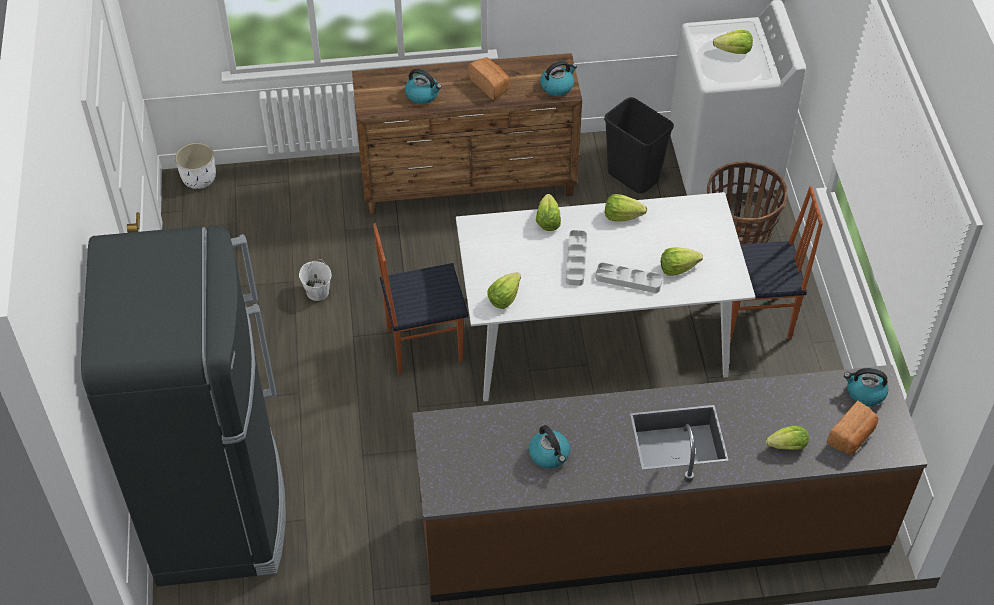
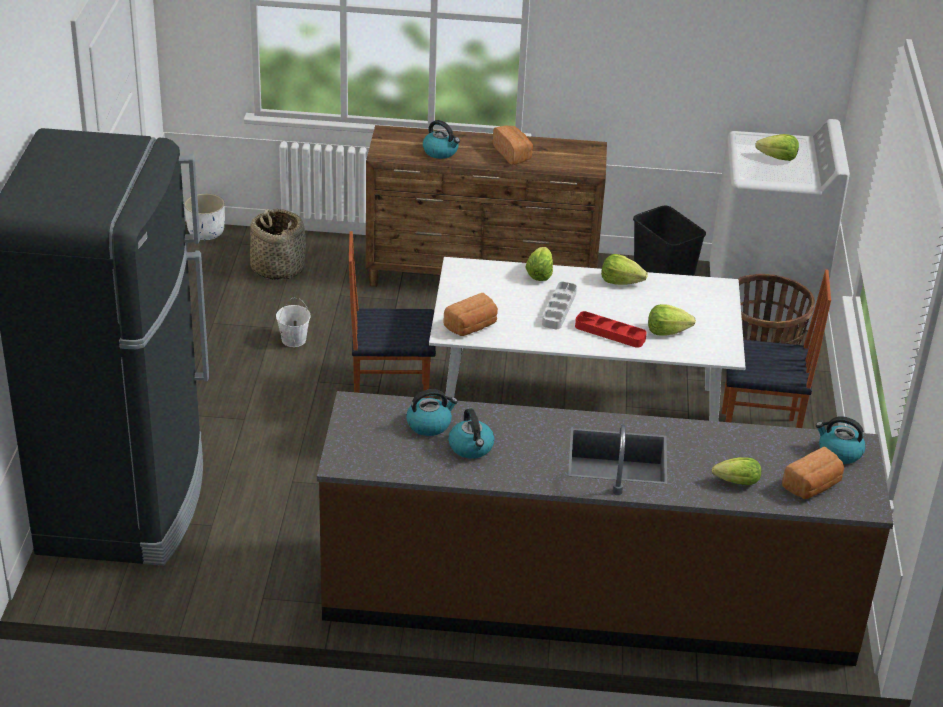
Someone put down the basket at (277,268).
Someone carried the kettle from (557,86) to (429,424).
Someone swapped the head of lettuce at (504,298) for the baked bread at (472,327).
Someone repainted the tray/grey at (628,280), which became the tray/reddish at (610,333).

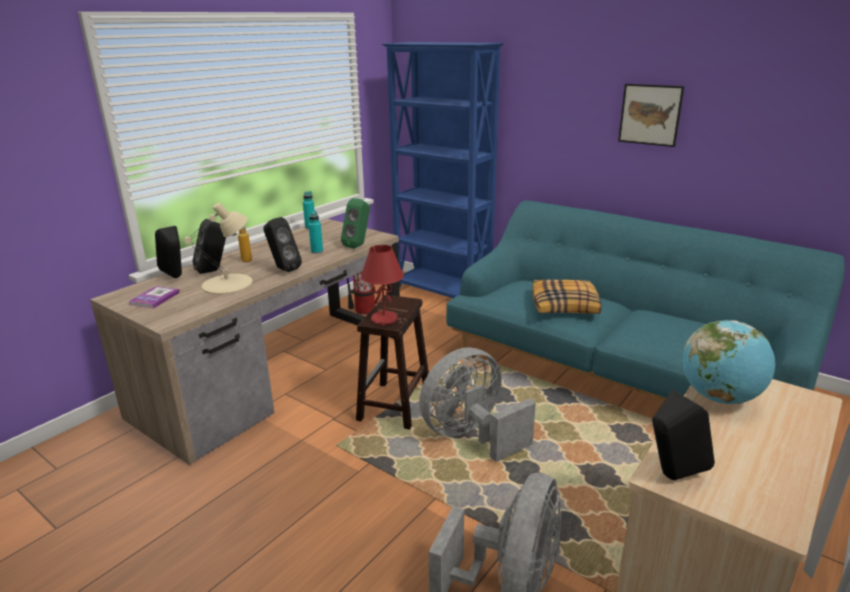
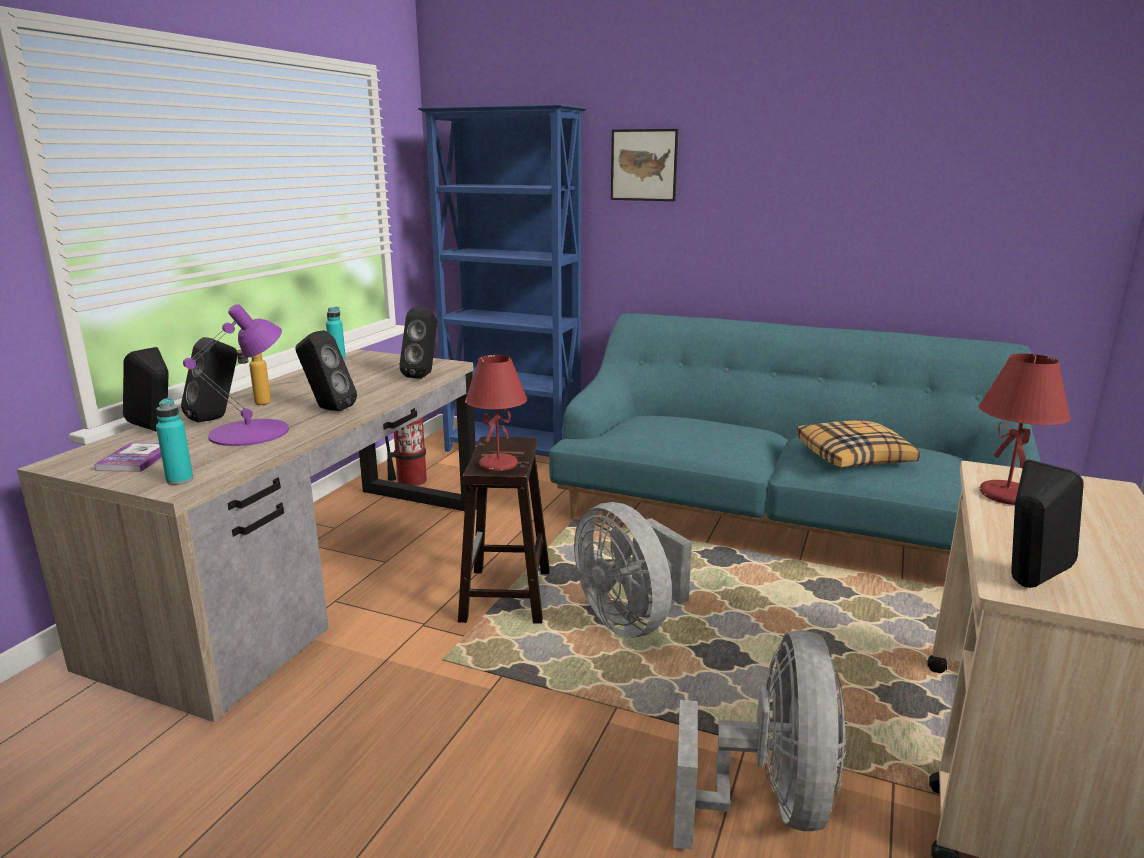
Someone carried the beverage bottle/turquoise from (317,251) to (180,480).
Someone repainted the lamp for a table/beige-coloured at (228,284), which became the lamp for a table/purple at (251,432).
Someone repainted the speaker/green-coloured at (358,245), which became the speaker/blackish at (424,376).
Someone rotated the electric fan/grey at (471,435) by 75 degrees counterclockwise.
Someone carried the picture from (650,114) to (644,165).
Someone carried the pillow from (565,305) to (854,457).
Someone swapped the globe at (719,397) for the lamp for a table/reddish at (1007,496).

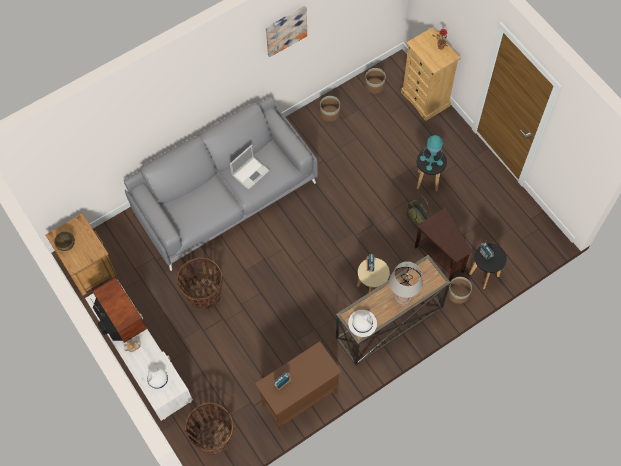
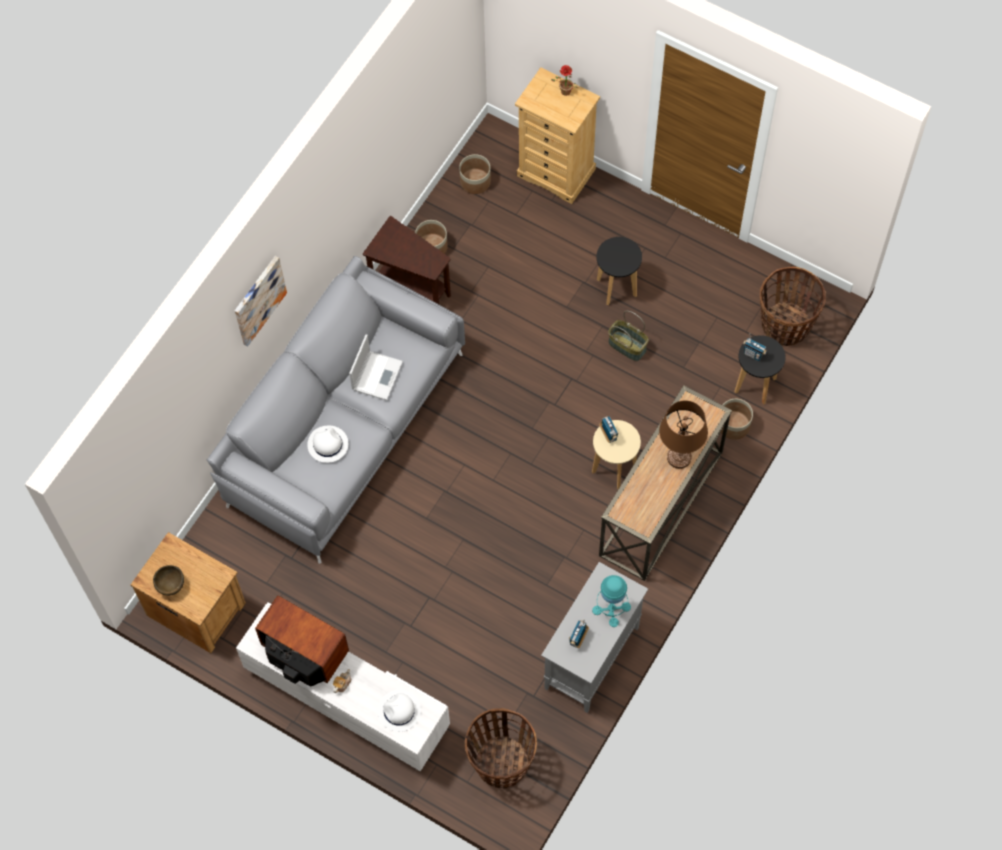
Someone carried the picture from (285,30) to (258,300).
Someone carried the wearable hat/white from (362,323) to (327,444).
Someone carried the accent table/brown-coloured from (440,255) to (409,287).
Someone repainted the cupboard/brown-coloured at (299,399), which became the cupboard/grey at (591,659).
Someone carried the lamp for a table/turquoise from (431,160) to (611,608).
Someone repainted the lamp for a table/grey at (402,298), which became the lamp for a table/brown-coloured at (679,457).
Someone carried the basket from (204,295) to (785,325).

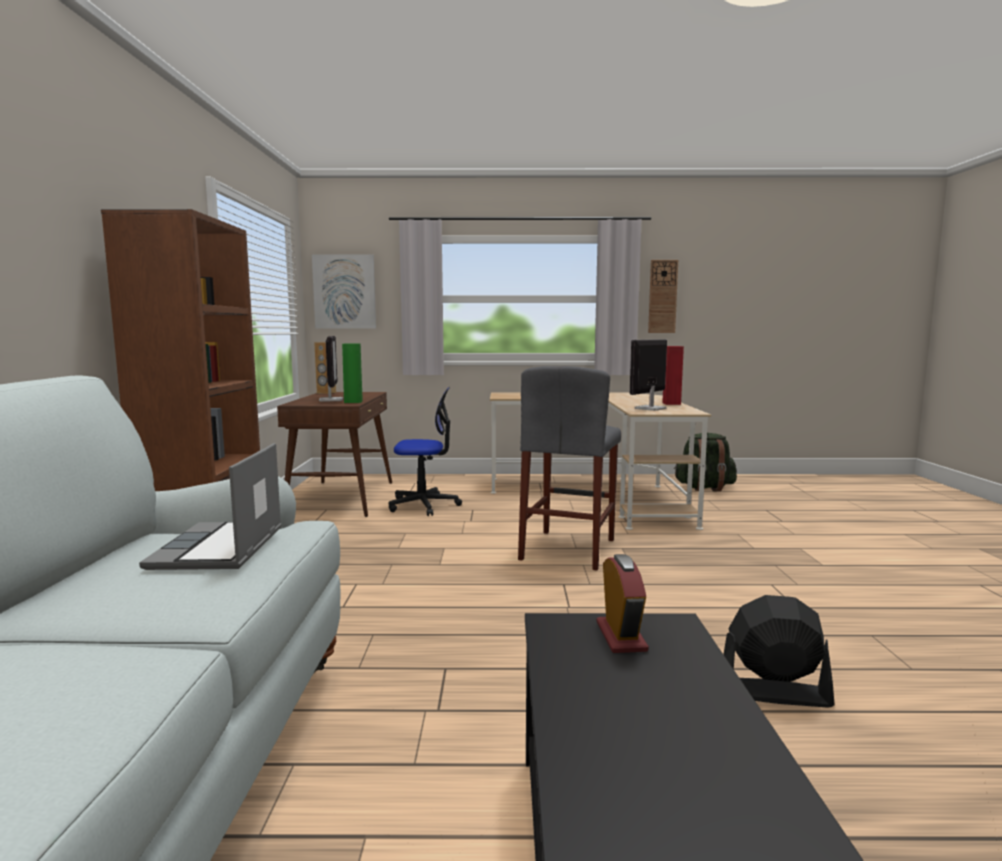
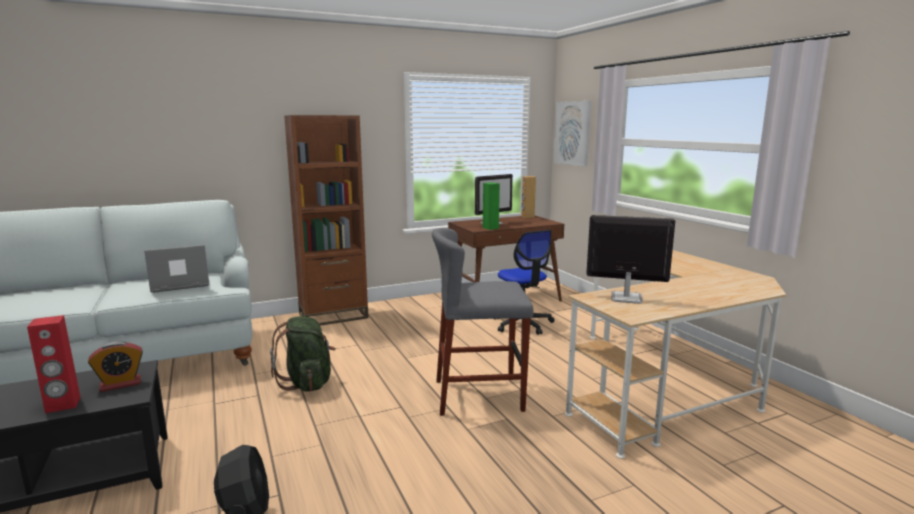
Someone carried the speaker/reddish from (671,403) to (63,405).
Someone carried the knapsack/green-coloured from (704,488) to (307,383).
Someone took away the hanging clock at (662,296).

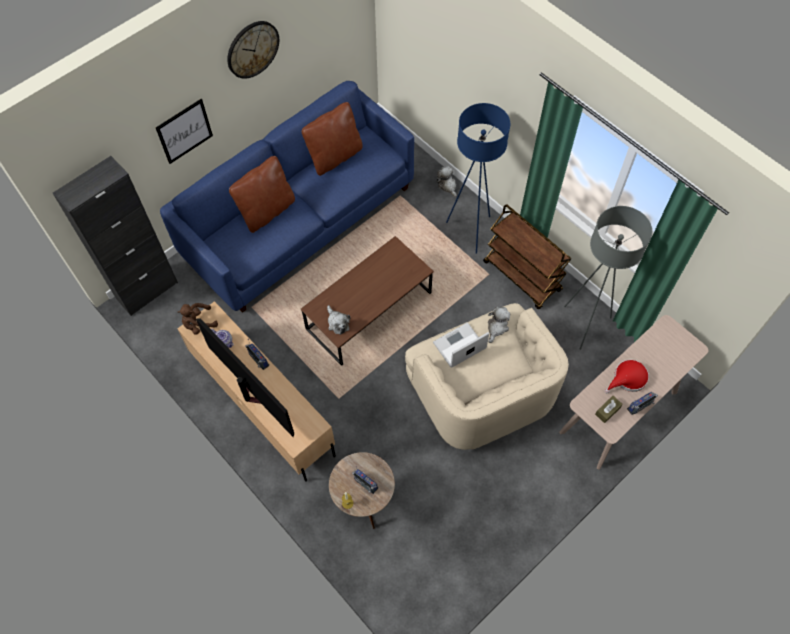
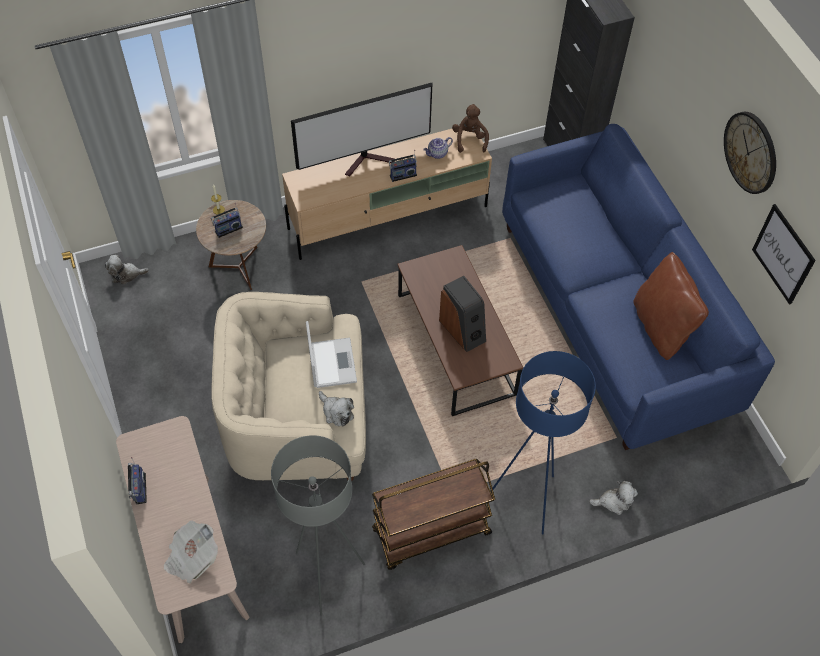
Someone carried the soft toy from (337,323) to (126,274).
Someone put down the newspaper at (192,557).
Someone put down the speaker at (463,329).
Someone carried the picture from (184,131) to (783,254).
Someone took away the pillow/brown-coloured at (267,211).
Someone took away the box of tissues/brown-coloured at (607,411).
Someone took away the wearable hat/reddish at (628,379).

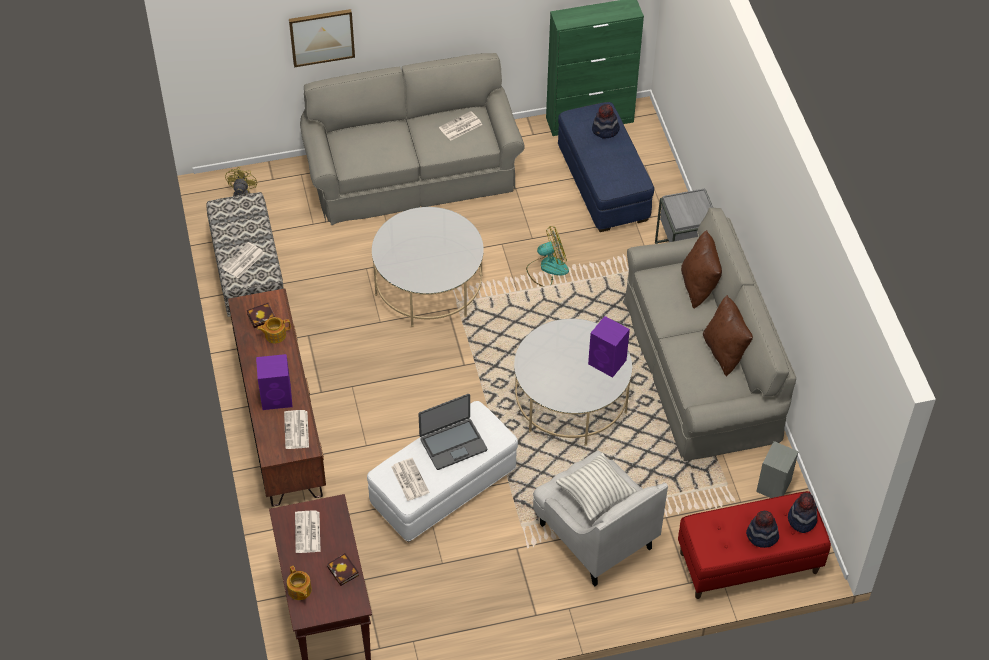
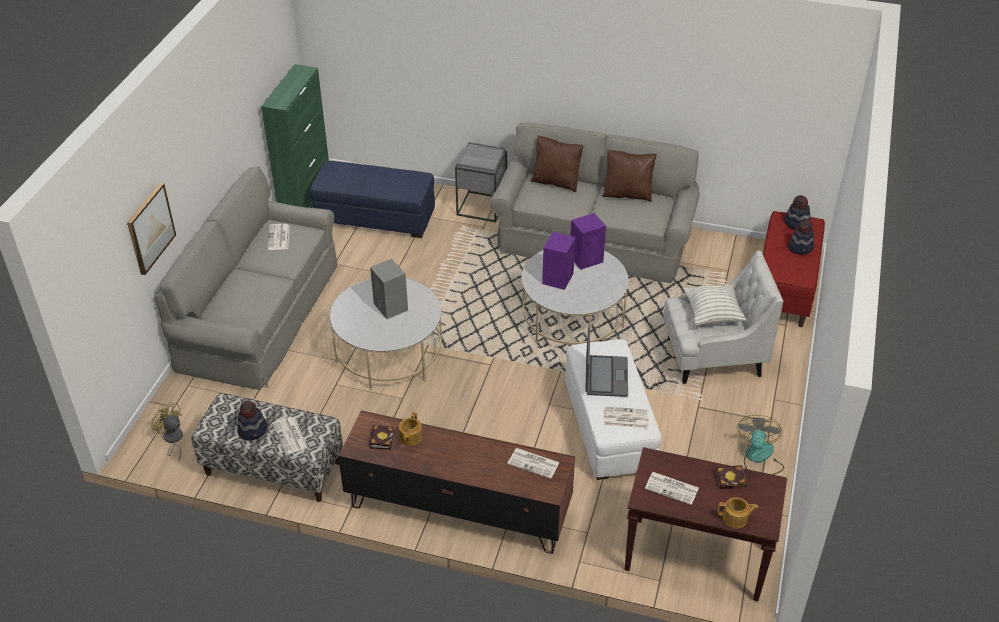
Someone carried the wearable hat from (605,130) to (253,430).
Someone carried the speaker/grey from (773,486) to (391,307).
Someone carried the speaker/purple from (277,397) to (558,278).
Someone carried the electric fan from (547,268) to (759,458).

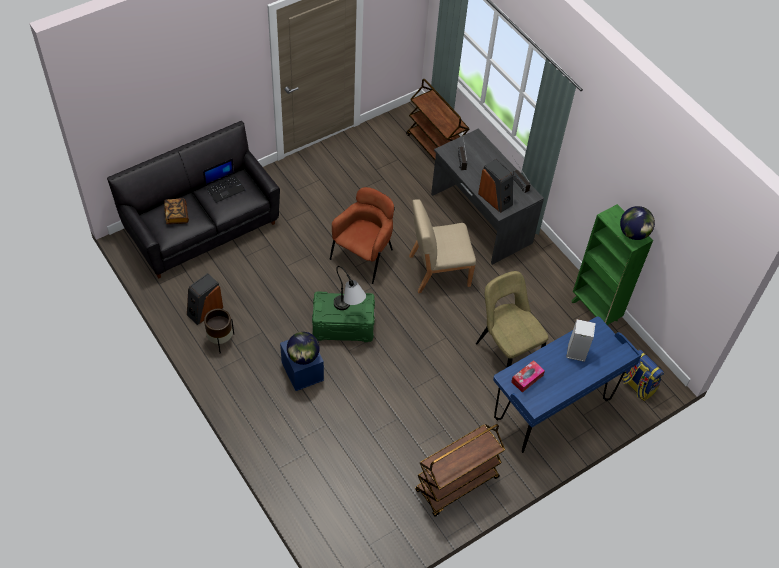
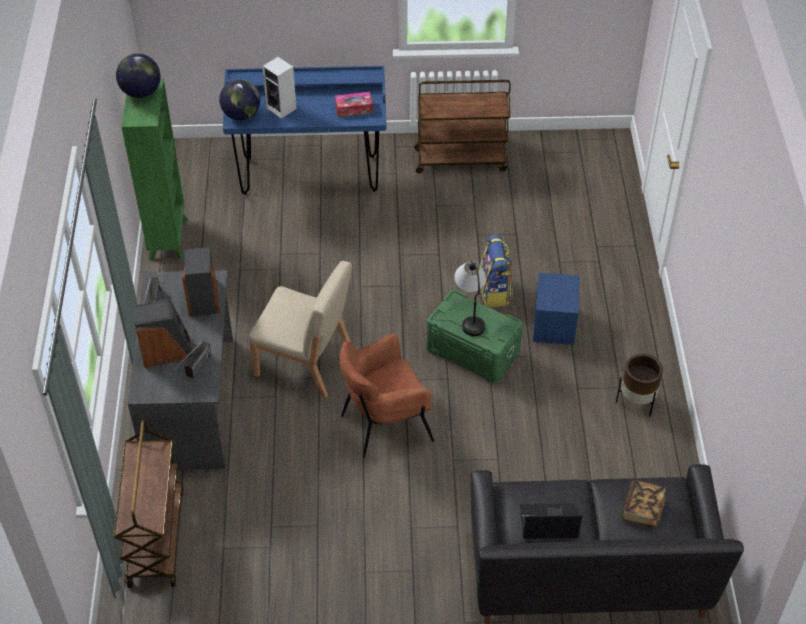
Someone carried the speaker from (204,310) to (166,351).
Someone carried the globe from (303,356) to (241,115).
Someone carried the knapsack from (637,386) to (495,291).
Someone took away the upright chair/beige-coloured at (506,353).

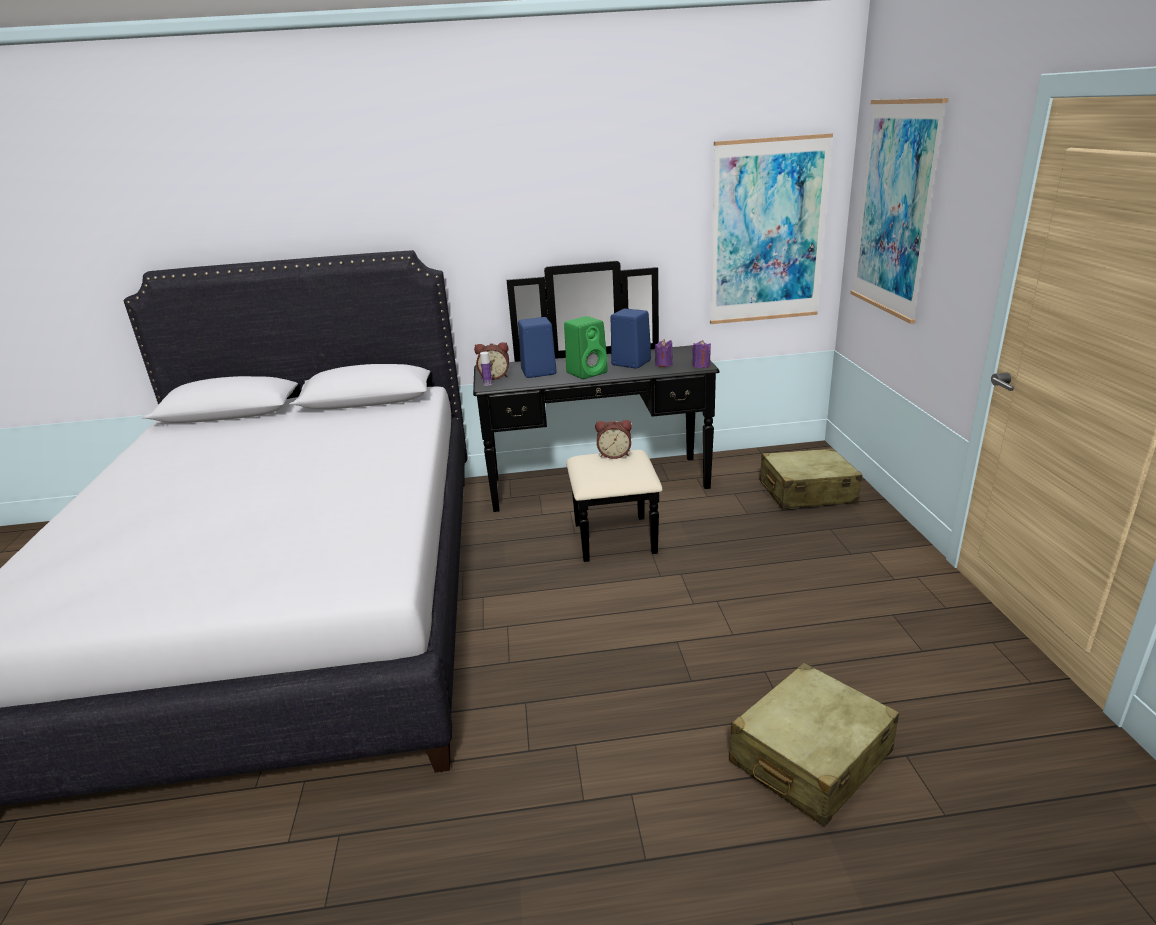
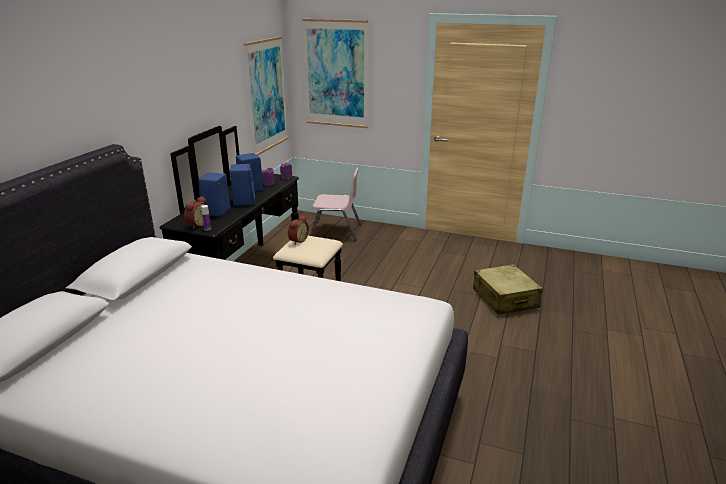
Someone repainted the speaker/green-coloured at (587,372), which became the speaker/blue-coloured at (244,201).
Someone swapped the suitcase/beige-coloured at (806,492) for the upright chair/pink at (335,231).

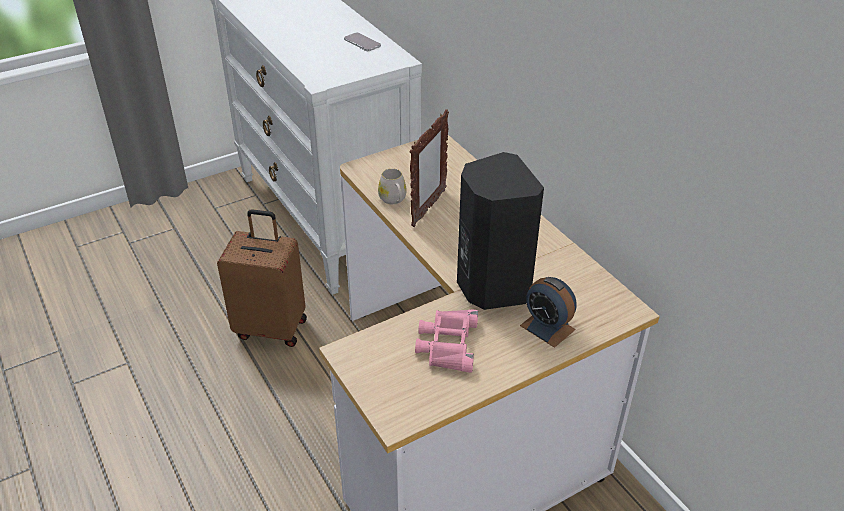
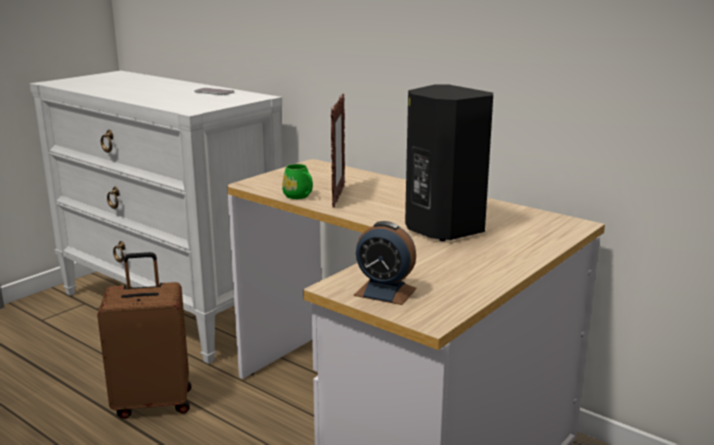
Someone repainted the mug/white at (393,200), which became the mug/green-coloured at (299,196).
Someone carried the bedside clock from (547,327) to (385,292).
Someone took away the field glasses/pink at (447,344).

